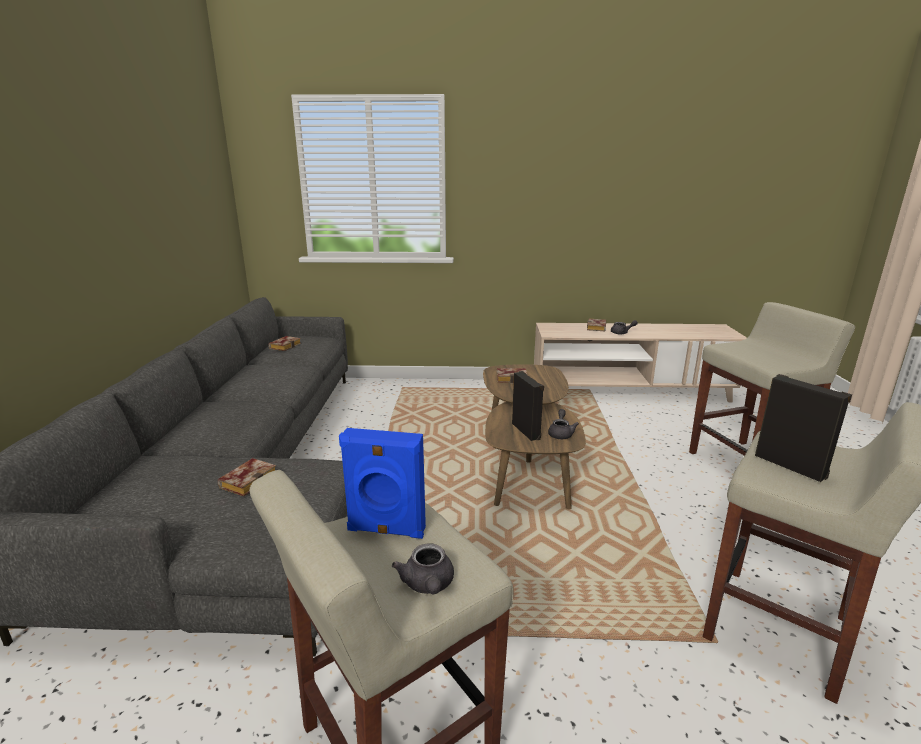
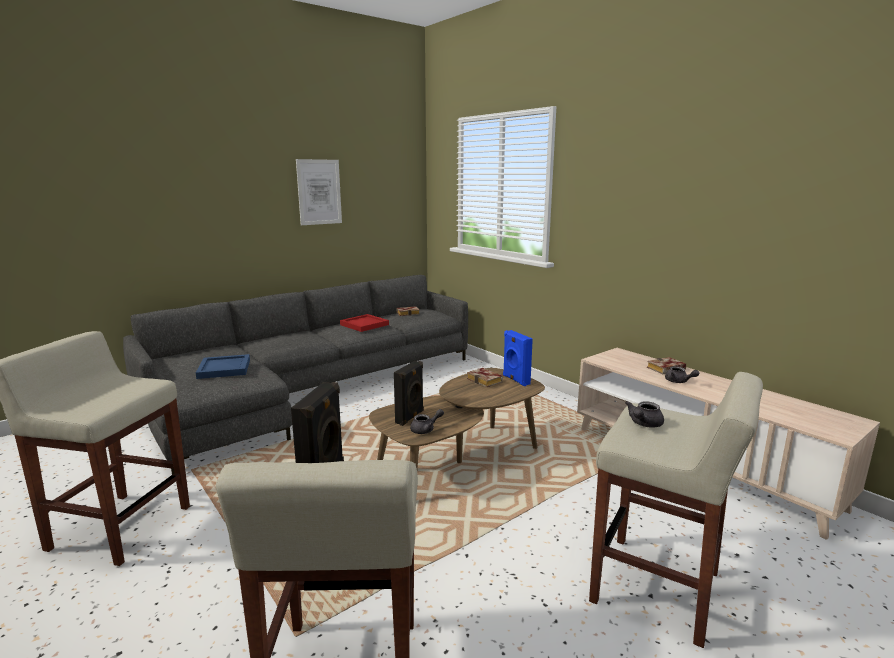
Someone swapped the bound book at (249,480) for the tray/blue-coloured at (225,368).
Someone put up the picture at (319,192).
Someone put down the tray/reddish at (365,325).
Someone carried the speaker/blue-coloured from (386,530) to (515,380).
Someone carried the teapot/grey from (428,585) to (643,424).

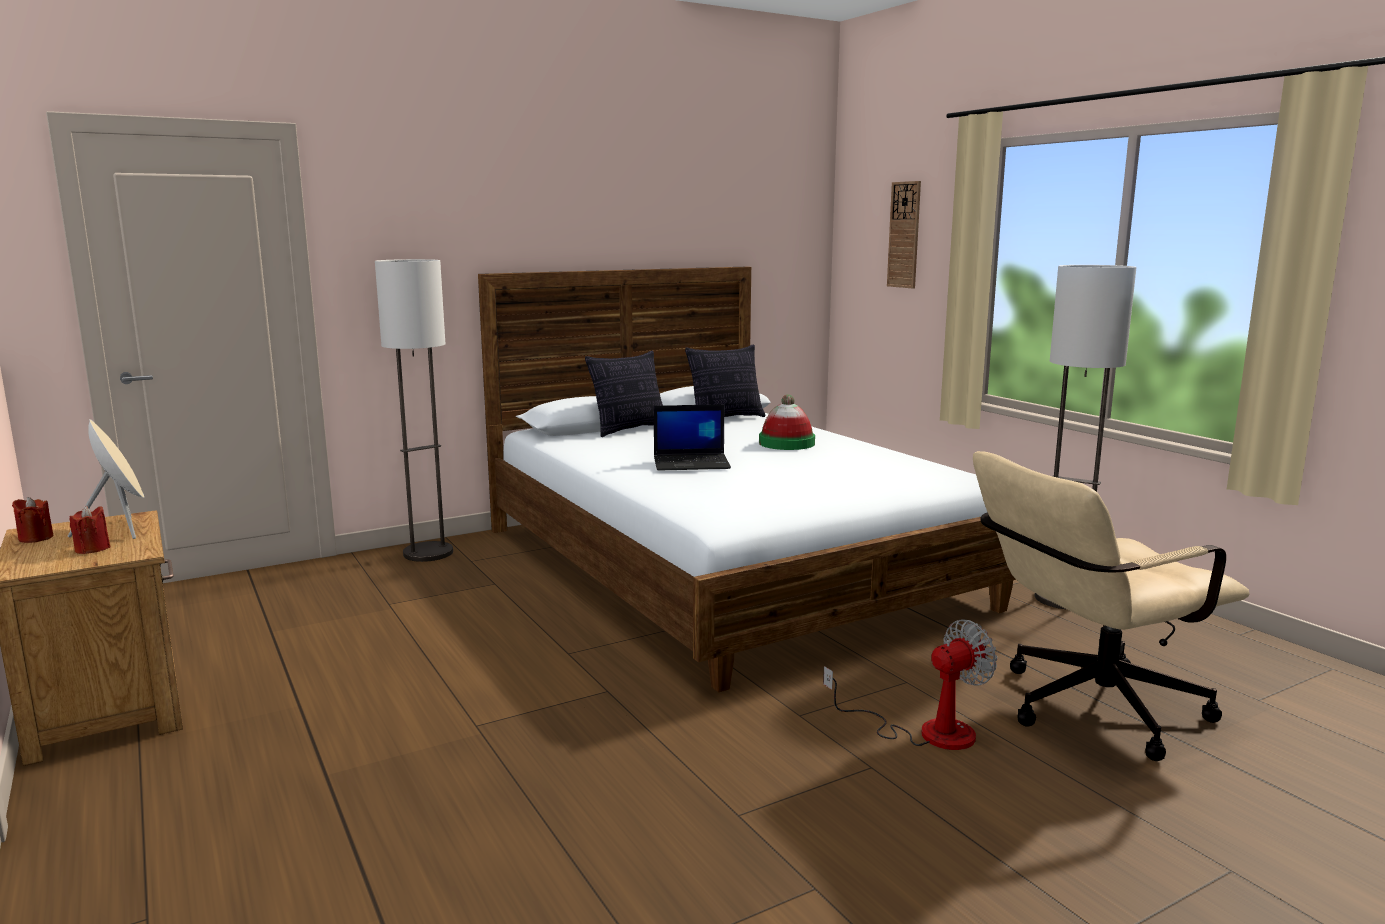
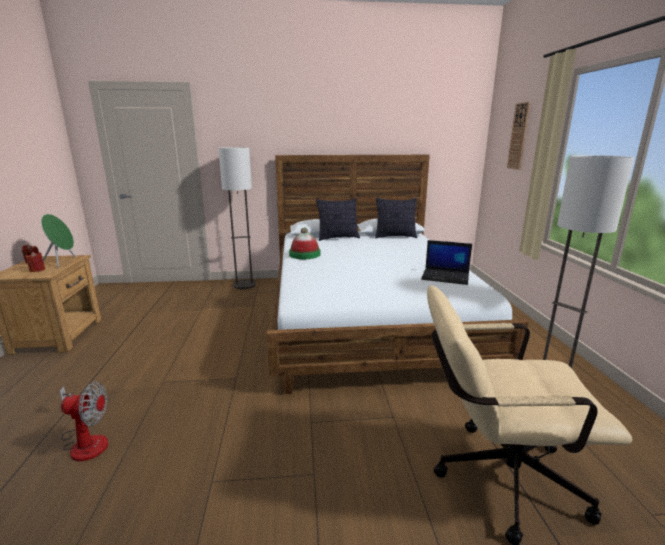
Someone repainted the speaker/beige-coloured at (121,529), which became the speaker/green-coloured at (62,262).
Someone carried the electric fan from (926,732) to (86,441).
Someone carried the wearable hat from (786,443) to (304,254).
Someone carried the laptop from (692,463) to (446,277).

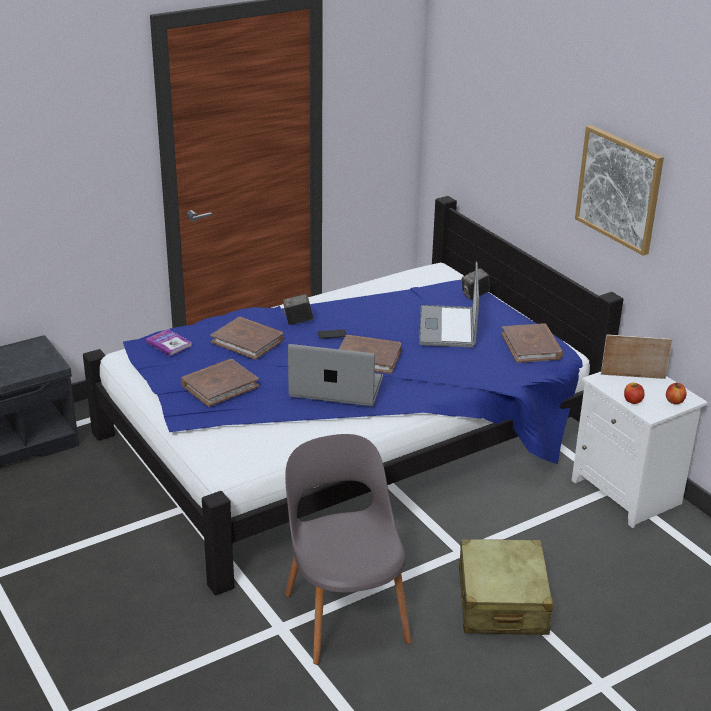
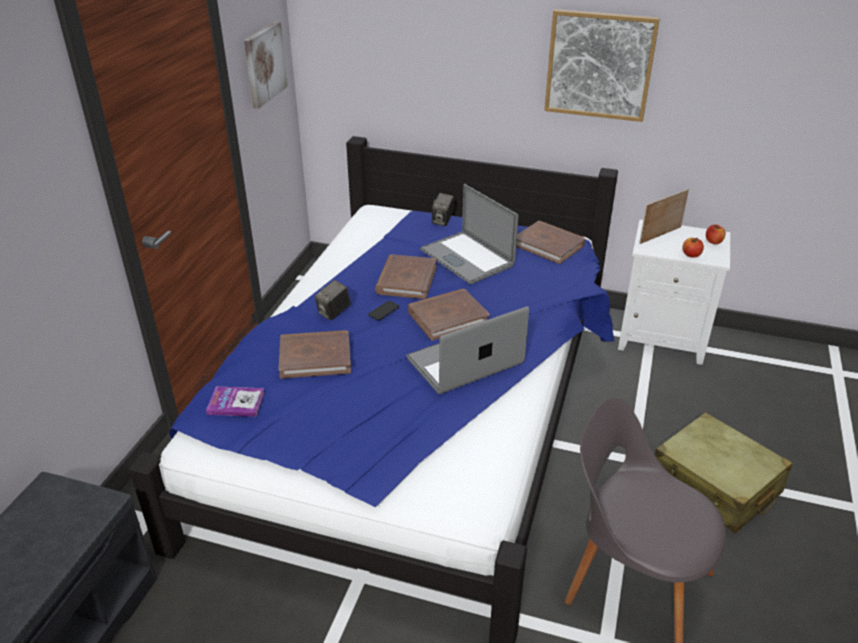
Someone put up the picture at (264,64).
Someone carried the bound book/brown-coloured from (219,385) to (406,280).

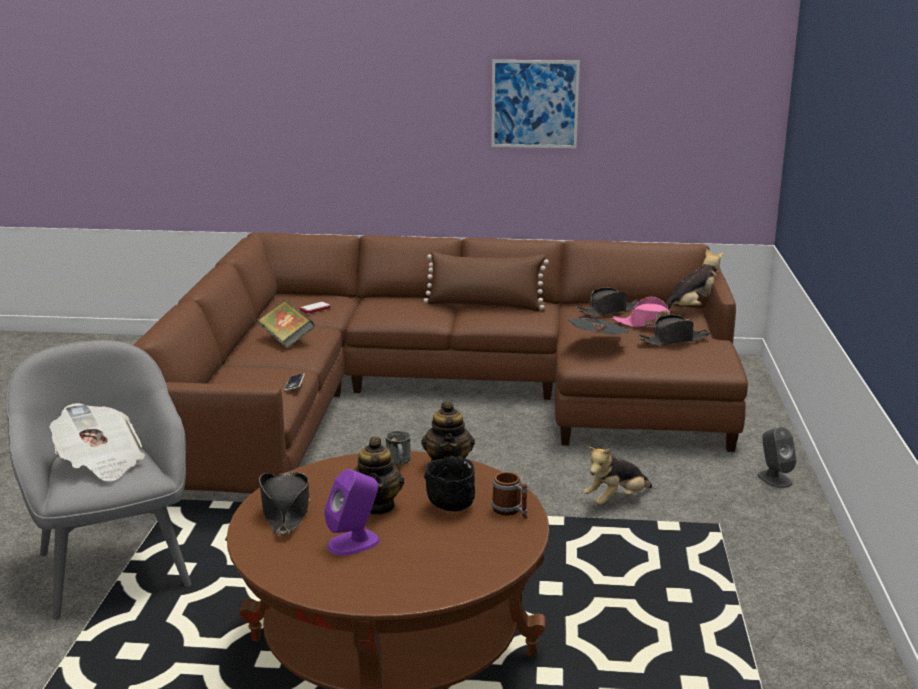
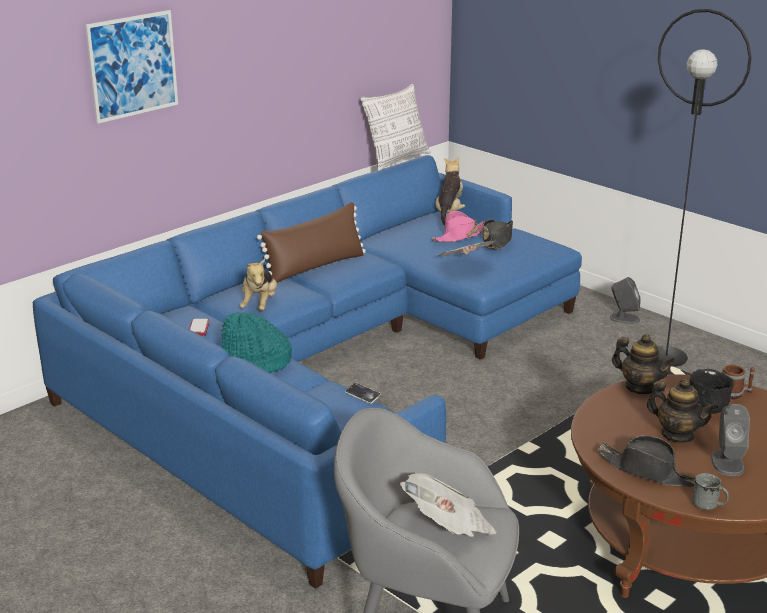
Someone repainted the couch/brown-coloured at (433,398), which became the couch/blue-coloured at (324,370).
Someone carried the picture from (534,104) to (133,66).
Someone swapped the bound book at (287,339) for the wearable hat/turquoise at (254,364).
Someone carried the soft toy from (616,500) to (260,305).
Someone put down the pillow at (396,160).
Someone put down the floor lamp/blackish at (666,356).
Someone carried the mug/grey from (398,462) to (709,505).
Someone repainted the speaker/purple at (354,542), which became the speaker/grey at (727,462).
Someone took away the wearable hat/blackish at (608,311).

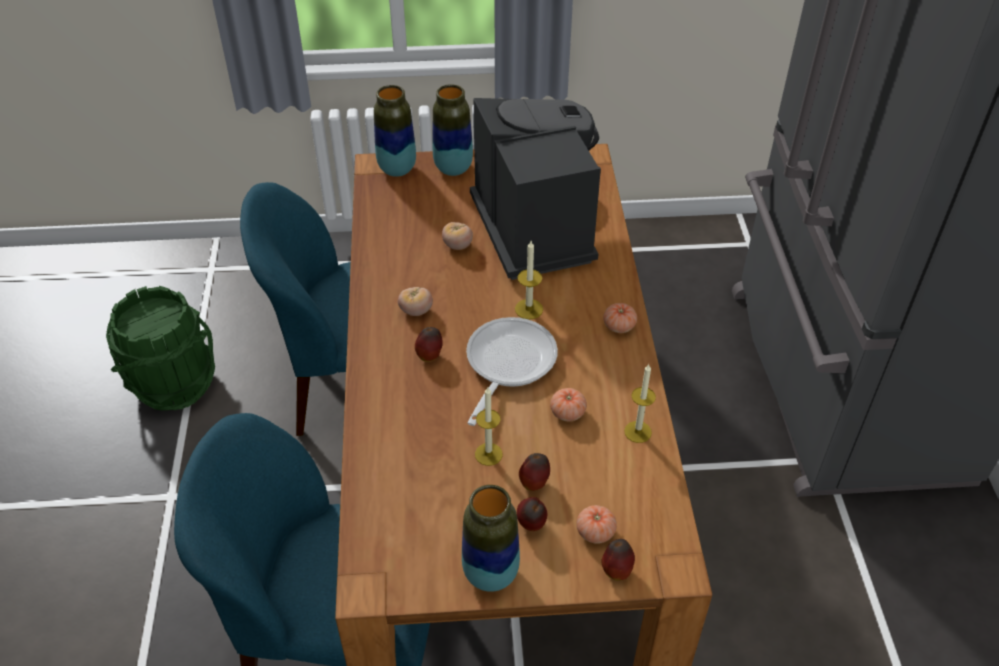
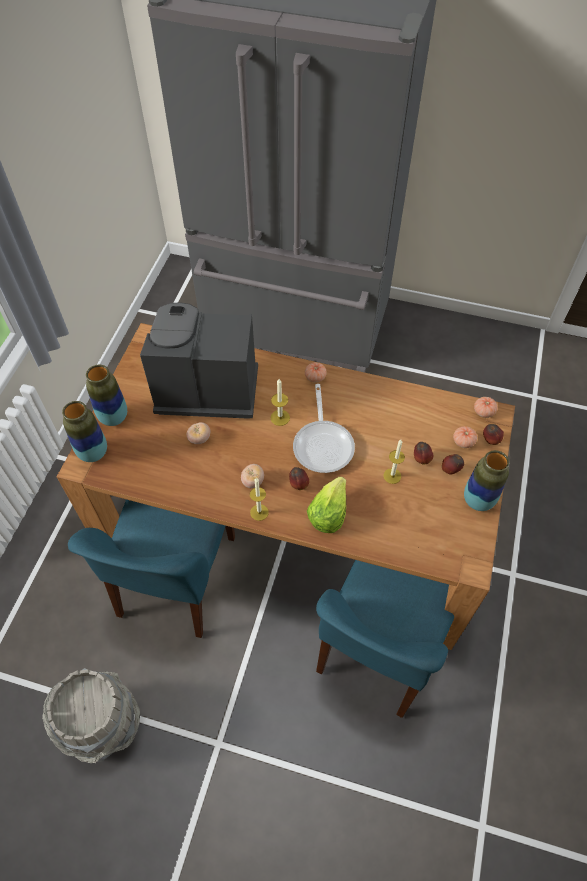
Someone repainted the water bucket/green-coloured at (173,384), which became the water bucket/grey at (103,724).
Someone carried the candle from (638,432) to (259,512).
Someone rotated the frying pan at (507,364) by 135 degrees counterclockwise.
Someone put down the head of lettuce at (328,513).
Someone carried the tomato from (567,412) to (483,412).

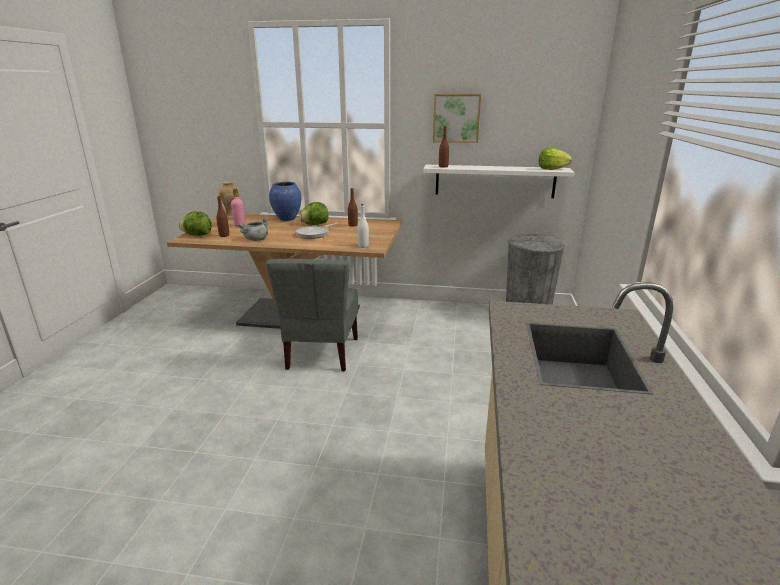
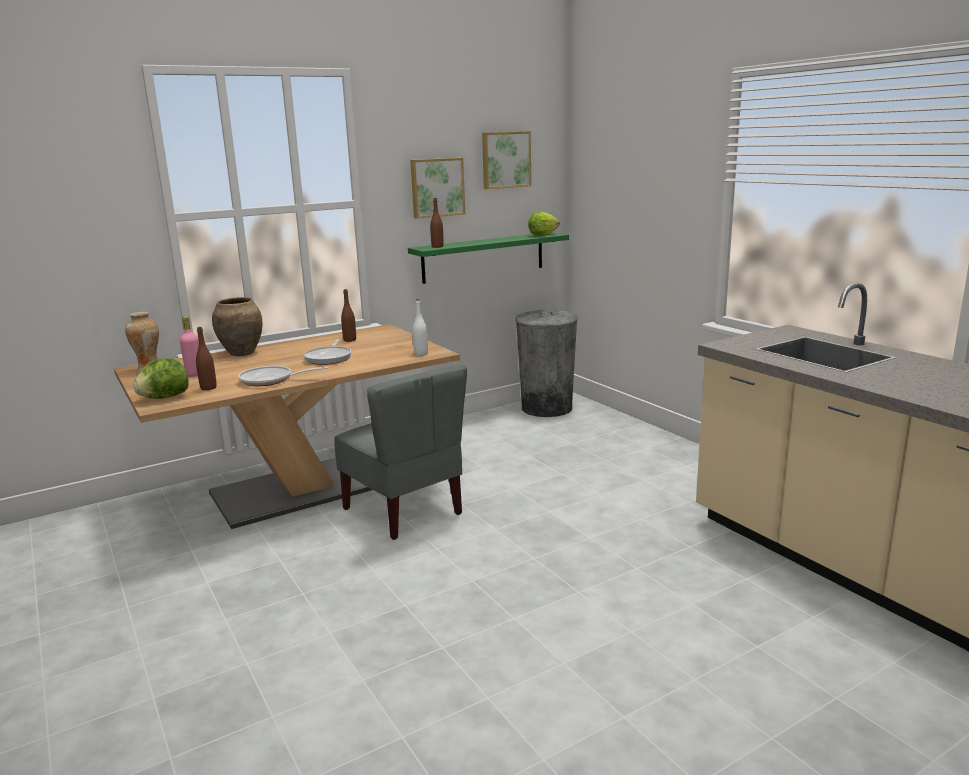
Someone repainted the decorative vase/blue-coloured at (287,219), which became the decorative vase/brown-coloured at (242,353).
Someone swapped the saucepot/grey at (256,240) for the frying pan at (271,380).
Someone repainted the bracket shelf/white at (494,181), which became the bracket shelf/green-coloured at (483,257).
Someone put up the picture at (505,160).
Someone took away the head of lettuce at (315,224).

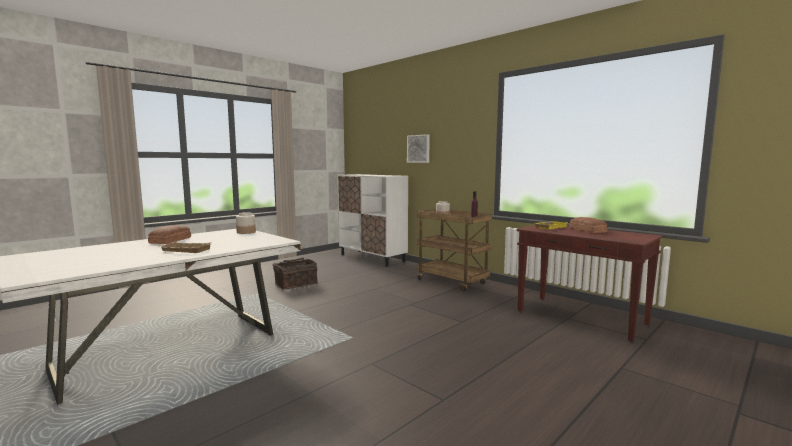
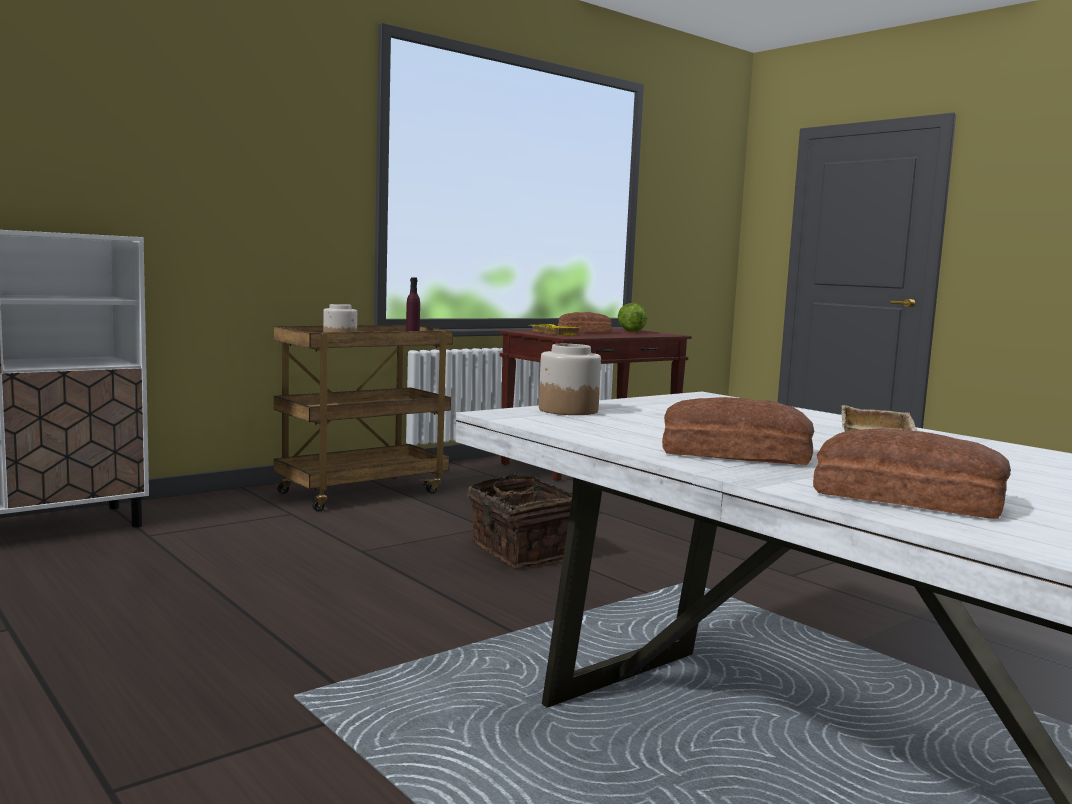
Someone carried the basket from (295,284) to (522,550).
Someone put down the head of lettuce at (630,331).
Someone put down the baked bread at (909,498).
Someone took away the picture at (419,149).

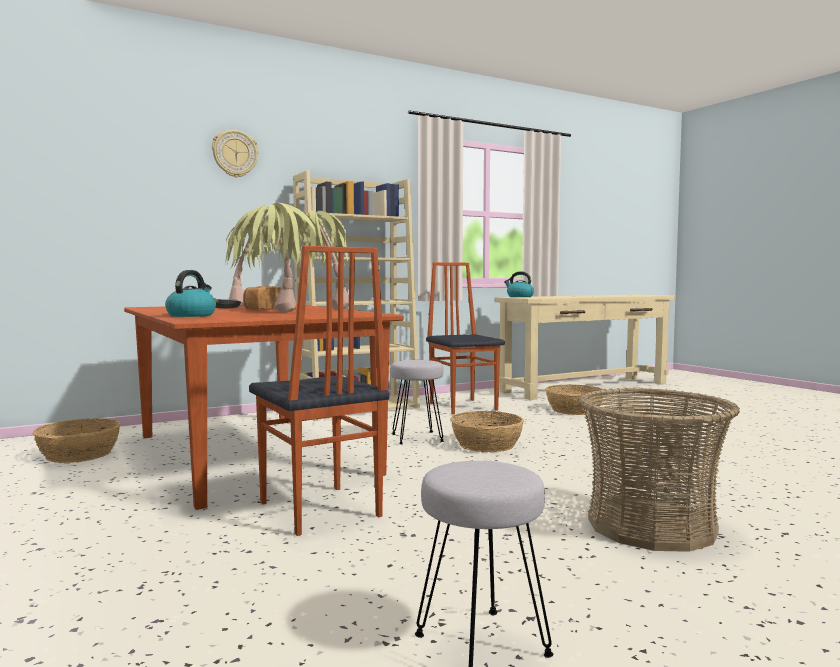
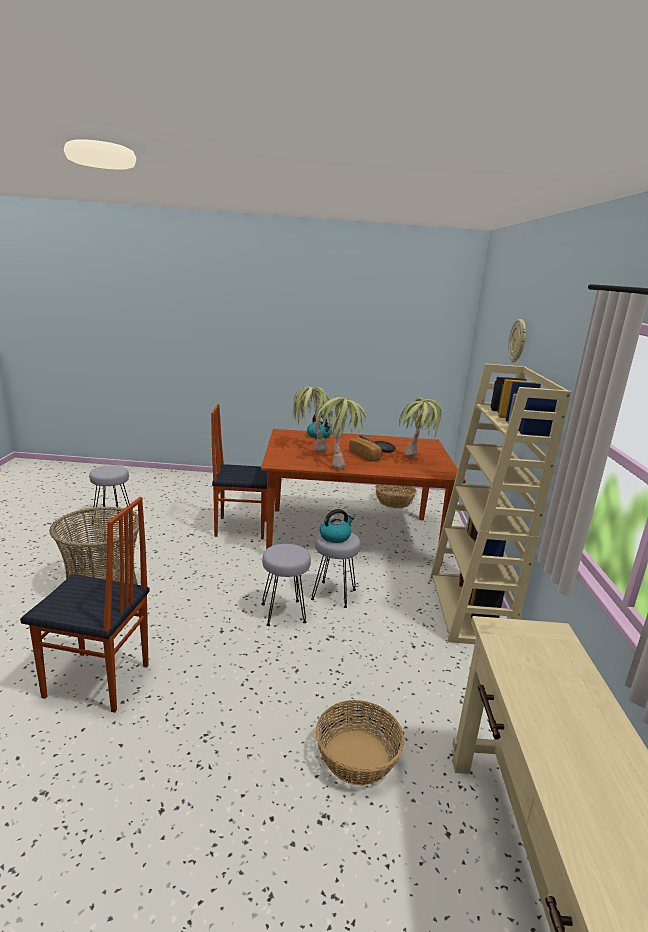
Someone carried the upright chair from (464,406) to (97,682).
Someone swapped the basket at (486,445) for the stool/grey at (284,613).
Someone carried the kettle from (519,297) to (335,537).

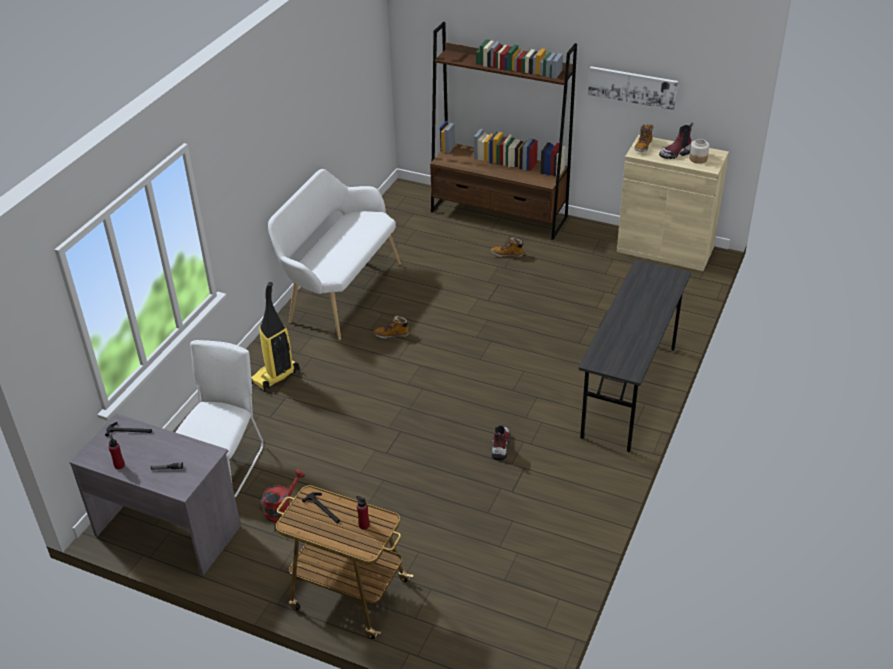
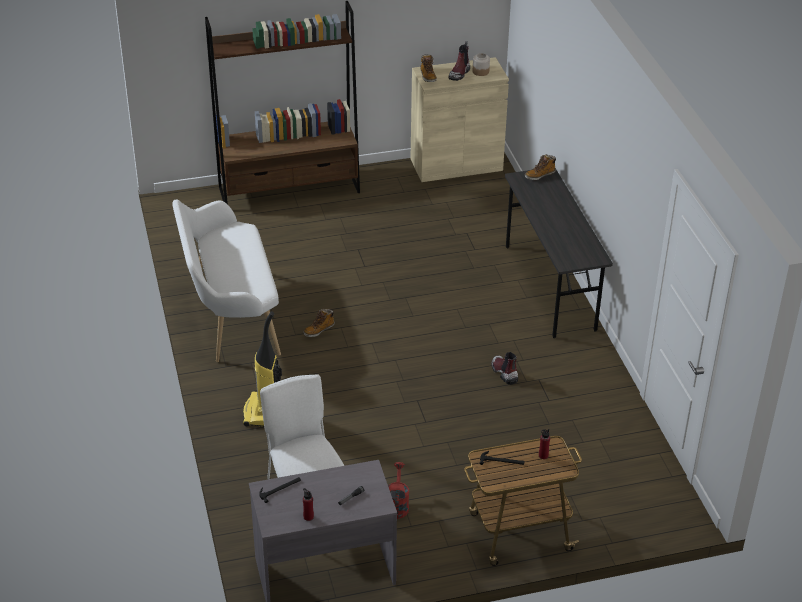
Someone carried the high-top boot from (507,254) to (540,175).
Someone took away the picture at (632,87).

